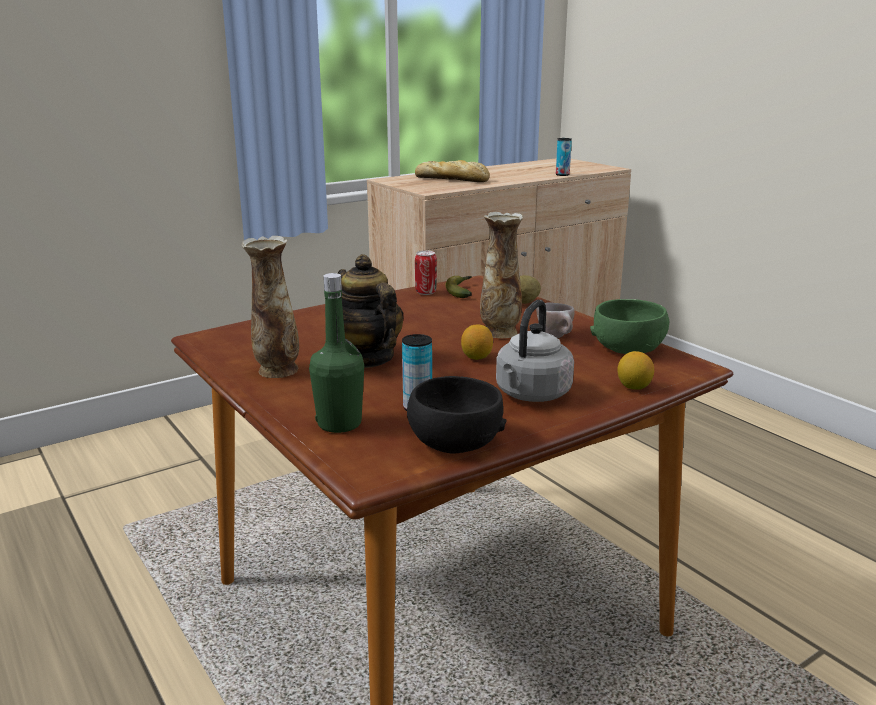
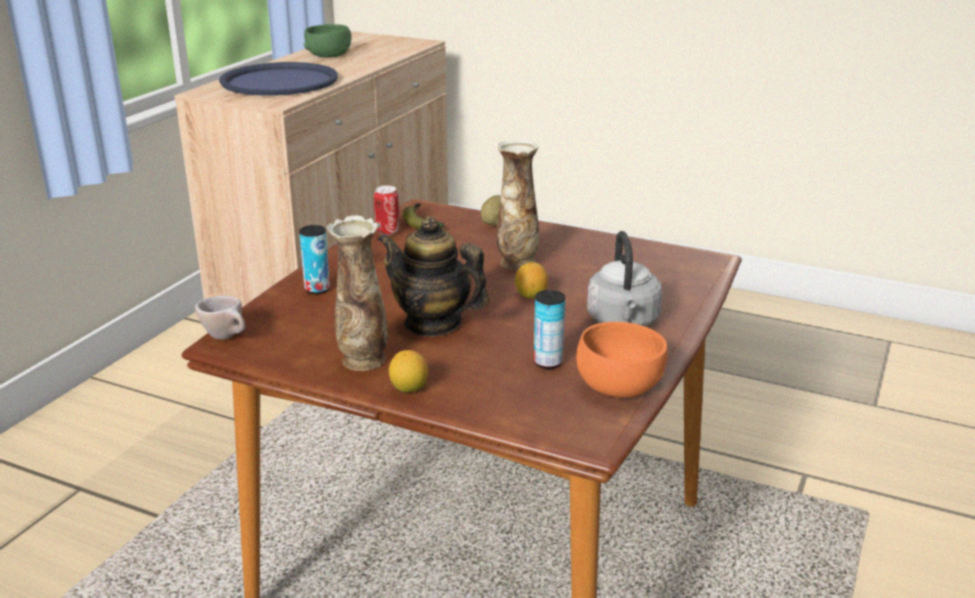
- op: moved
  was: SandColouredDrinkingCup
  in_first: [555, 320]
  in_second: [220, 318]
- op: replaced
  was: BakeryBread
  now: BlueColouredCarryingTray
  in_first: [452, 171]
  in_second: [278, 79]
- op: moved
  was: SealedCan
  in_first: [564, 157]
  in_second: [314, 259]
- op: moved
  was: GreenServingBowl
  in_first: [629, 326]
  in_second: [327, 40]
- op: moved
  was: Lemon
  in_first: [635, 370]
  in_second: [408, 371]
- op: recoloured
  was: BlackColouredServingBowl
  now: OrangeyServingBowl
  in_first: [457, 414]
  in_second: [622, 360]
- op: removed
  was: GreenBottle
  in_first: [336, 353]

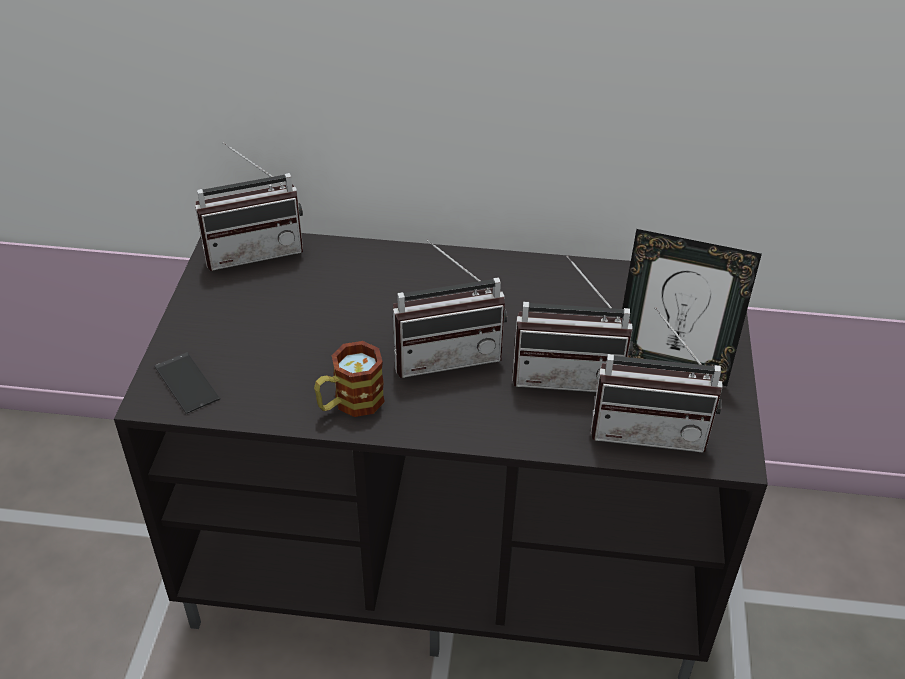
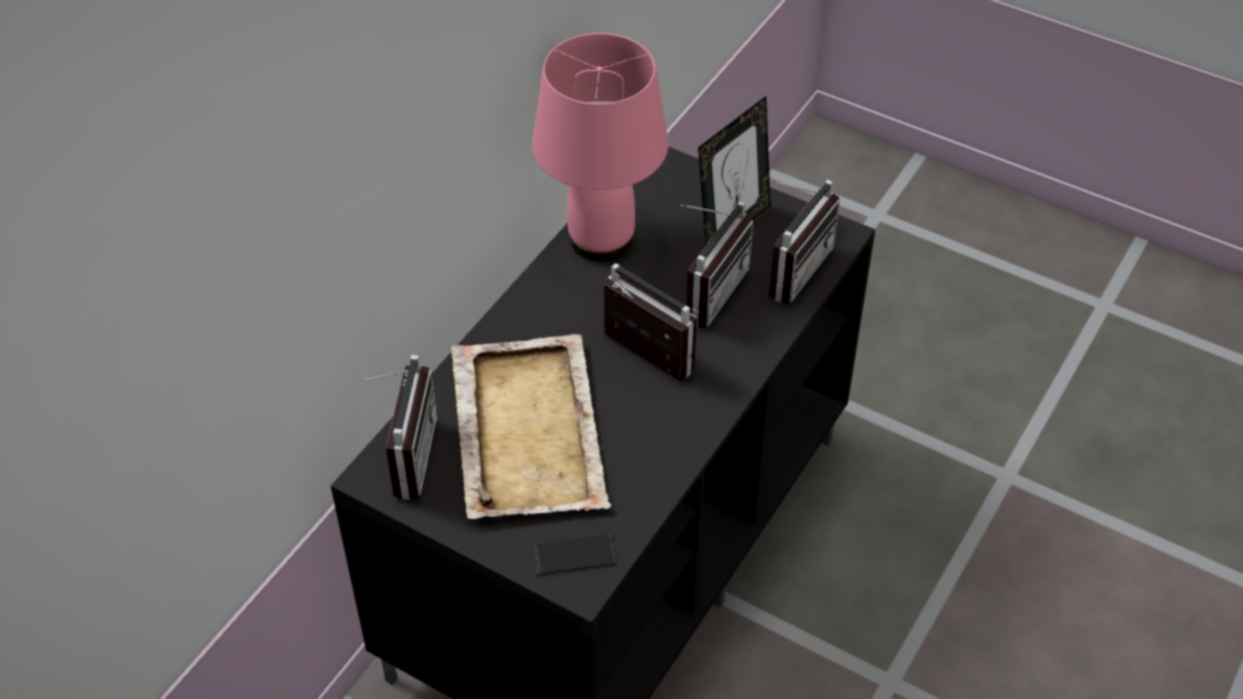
- op: added
  now: SandColouredCarryingTray
  in_second: [531, 426]
- op: added
  now: PinkishLampForATable
  in_second: [600, 147]
- op: turned
  was: Radio
  in_first: [450, 309]
  in_second: [650, 322]
  clockwise: -60
- op: removed
  was: TeaMug
  in_first: [349, 379]

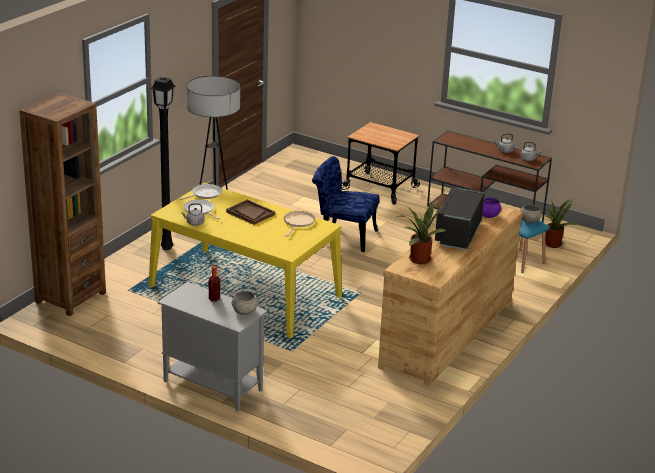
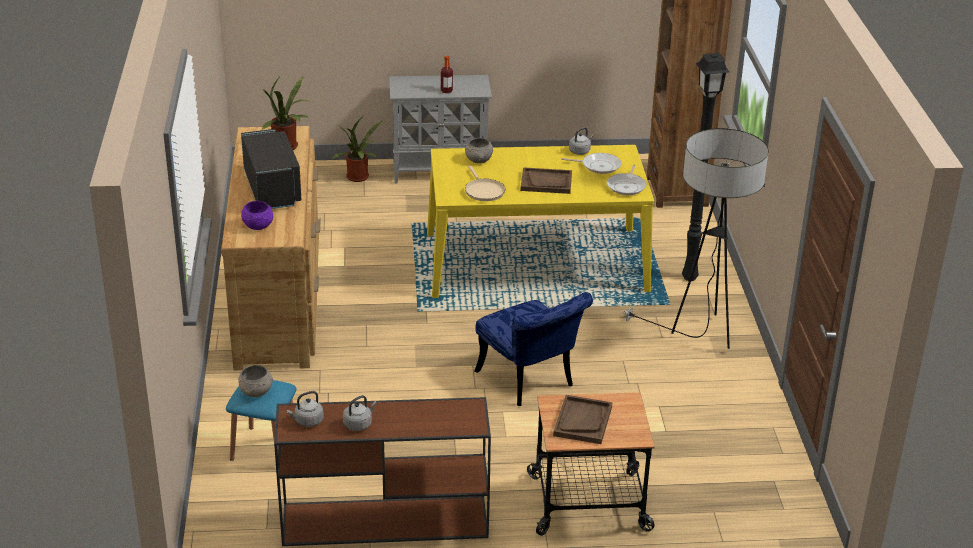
- op: moved
  was: PottedPlant
  in_first: [556, 223]
  in_second: [357, 149]
- op: moved
  was: GreyServingBowl
  in_first: [244, 303]
  in_second: [479, 150]
- op: turned
  was: BlueColouredChair
  in_first: [345, 204]
  in_second: [533, 349]
  clockwise: 75
- op: added
  now: BrownColouredCarryingTray
  in_second: [582, 419]

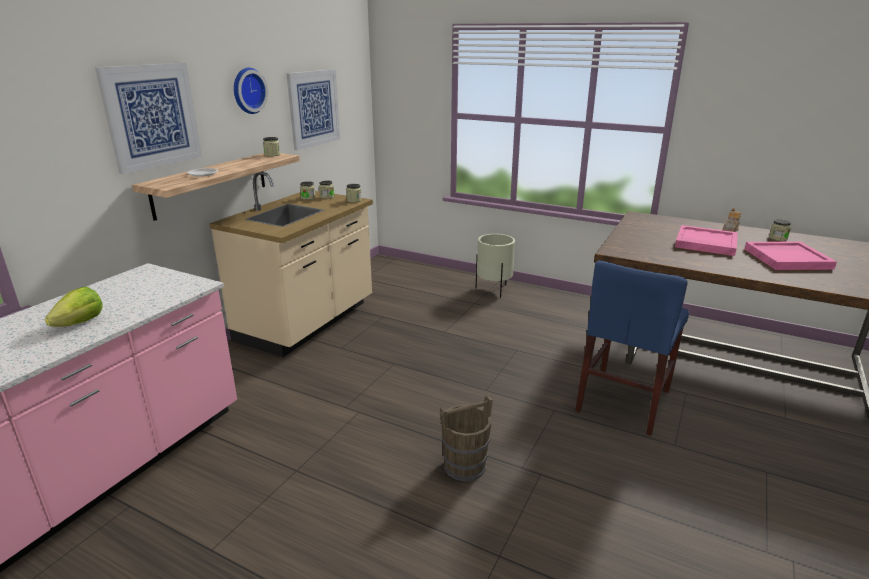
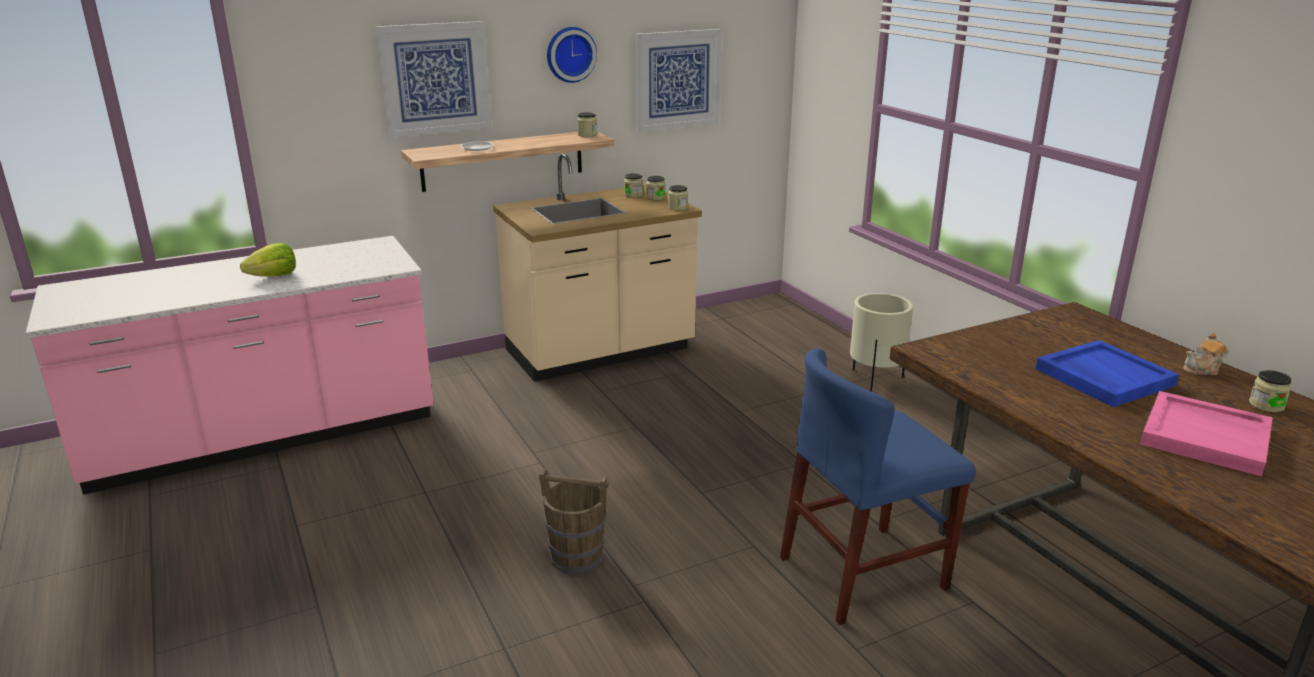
- op: recoloured
  was: PinkishCarryingTray
  now: BlueColouredCarryingTray
  in_first: [706, 240]
  in_second: [1107, 373]

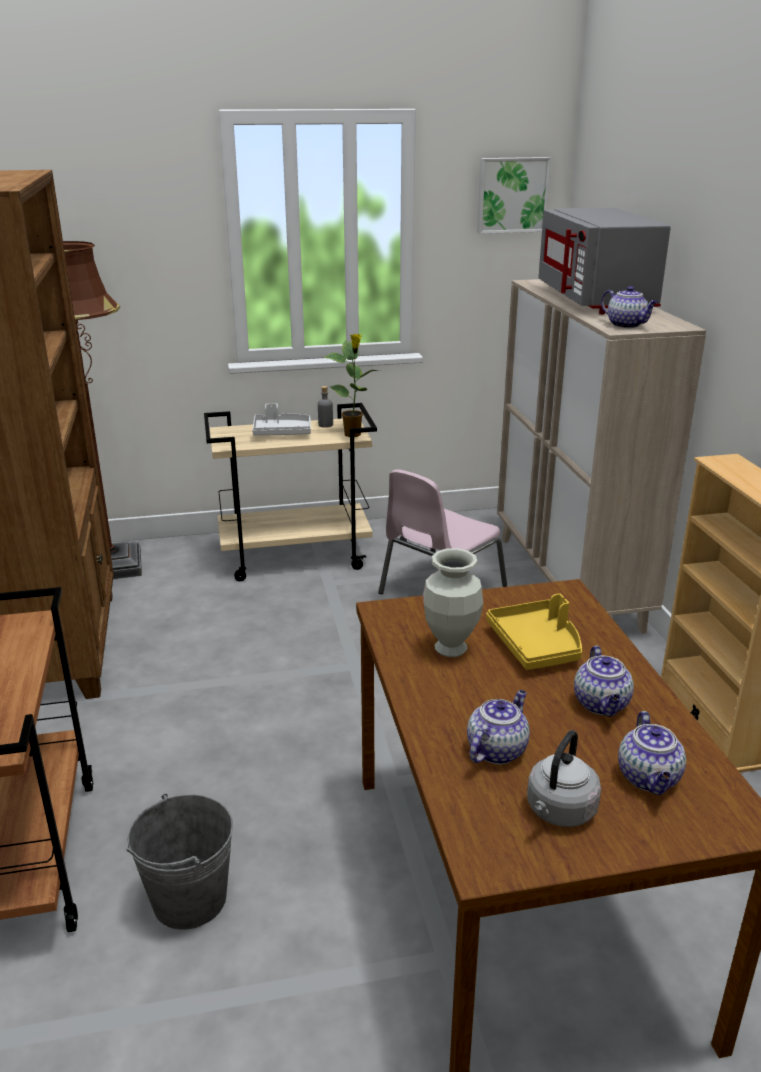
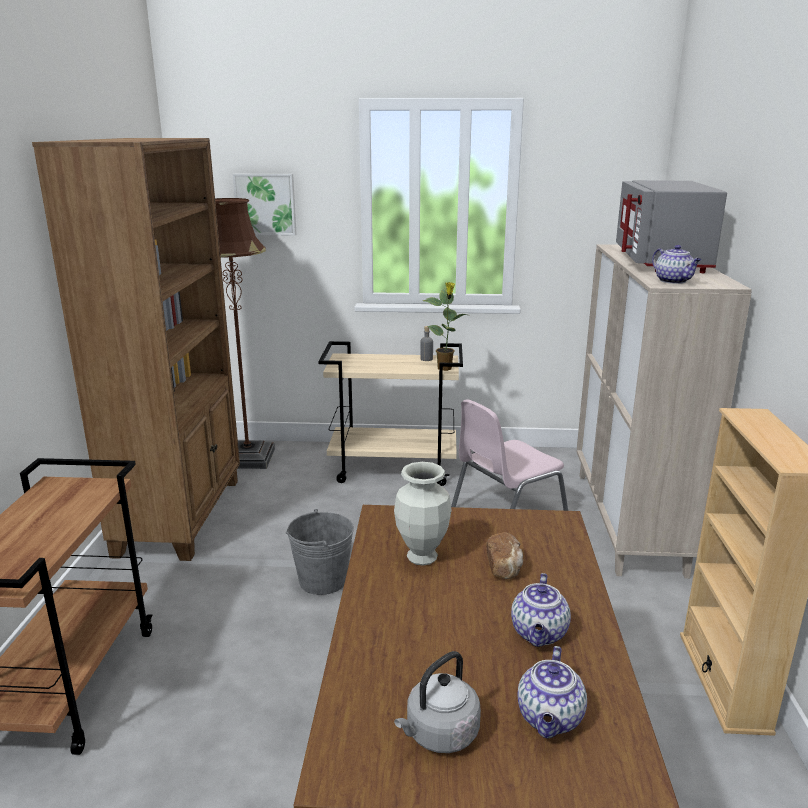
- op: moved
  was: WallPicture
  in_first: [514, 195]
  in_second: [264, 204]
- op: moved
  was: GreyBucket
  in_first: [180, 862]
  in_second: [320, 552]
- op: replaced
  was: YellowCarryingTray
  now: BakeryBread
  in_first: [534, 631]
  in_second: [504, 555]
- op: removed
  was: GreyCarryingTray
  in_first: [281, 420]
- op: removed
  was: Teapot
  in_first: [498, 727]

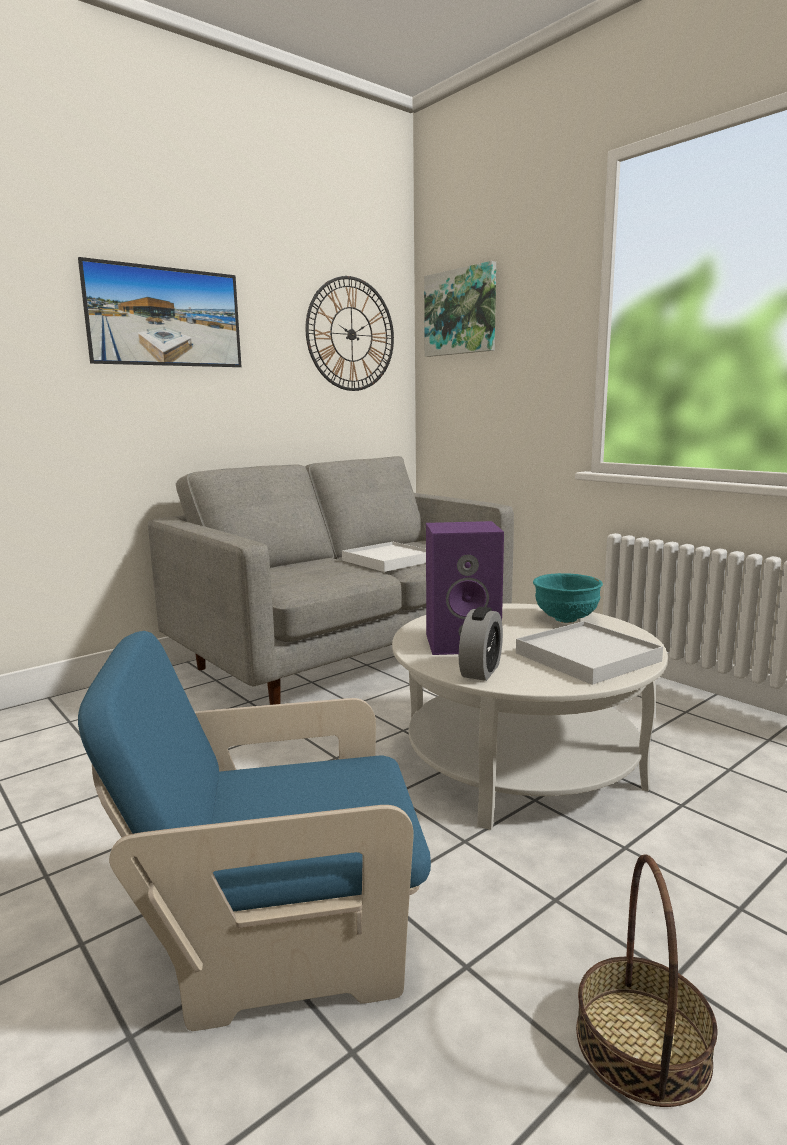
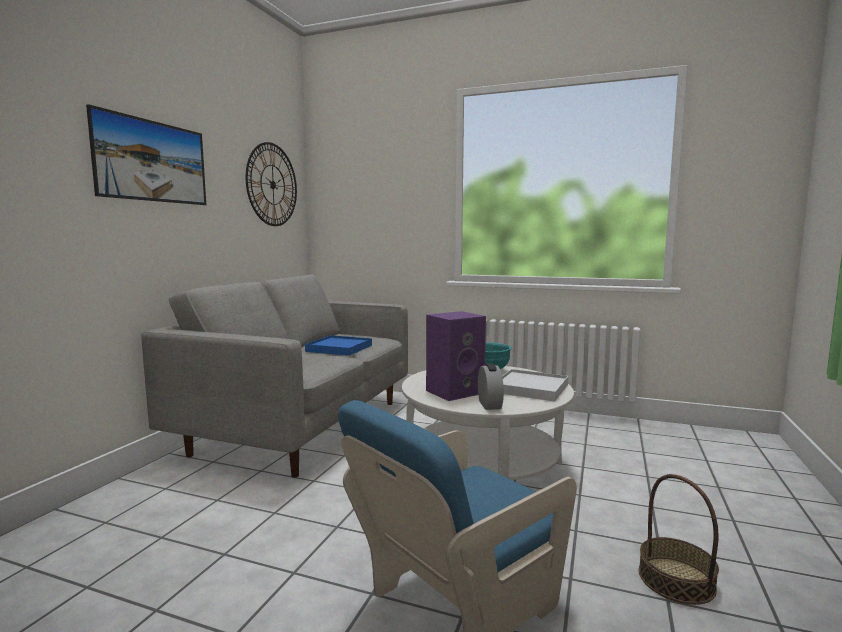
- op: recoloured
  was: WhiteColouredCarryingTray
  now: BlueColouredCarryingTray
  in_first: [384, 557]
  in_second: [338, 345]
- op: removed
  was: WallPicture
  in_first: [460, 309]

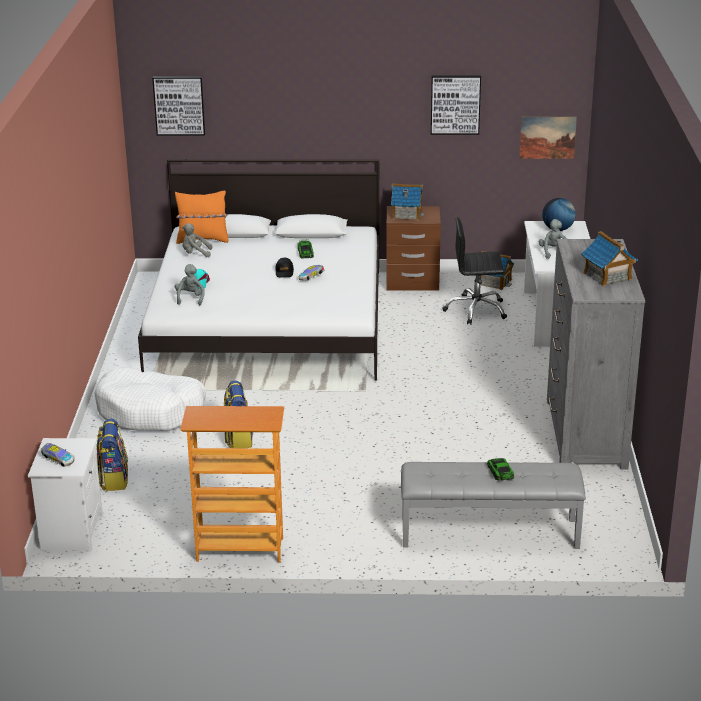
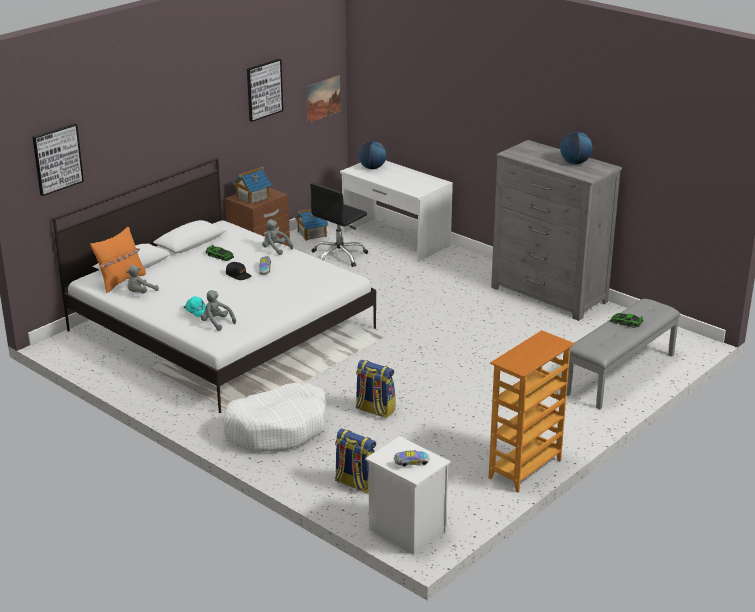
- op: moved
  was: GreyPlushToy
  in_first: [553, 239]
  in_second: [277, 237]
- op: replaced
  was: ModelHouse
  now: WorldGlobe
  in_first: [610, 258]
  in_second: [576, 148]

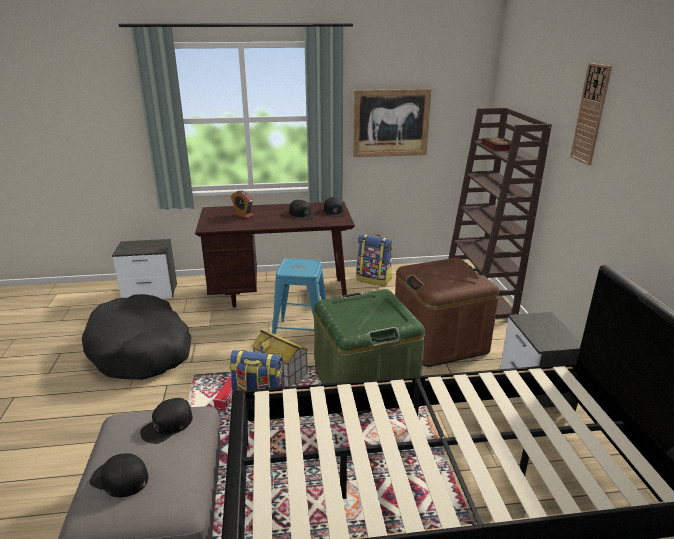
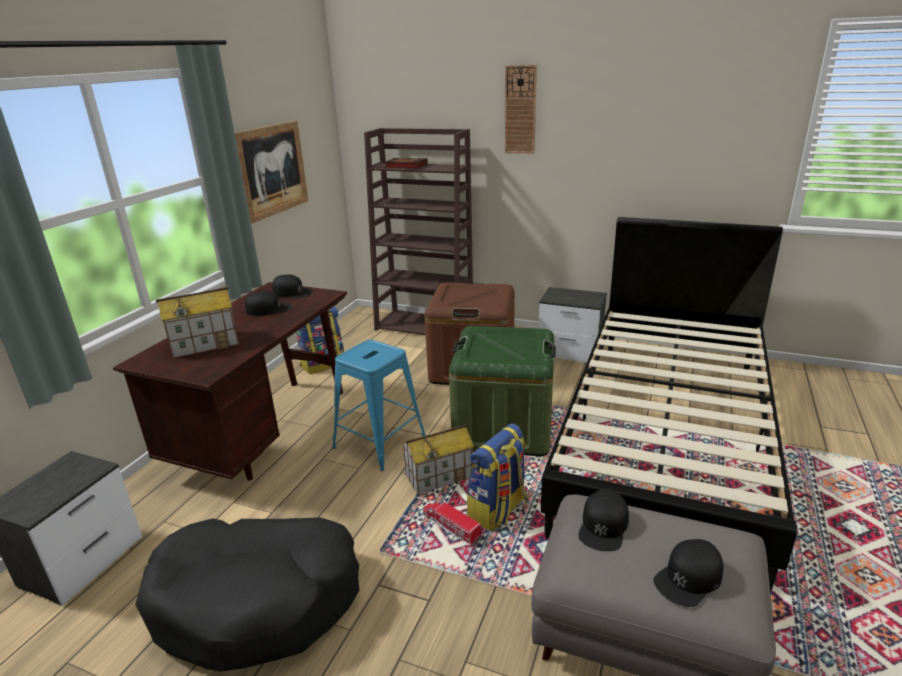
- op: replaced
  was: AlarmClock
  now: ModelHouse
  in_first: [242, 205]
  in_second: [197, 322]
- op: turned
  was: BlackColouredBaseballCap
  in_first: [166, 421]
  in_second: [603, 520]
  clockwise: 45

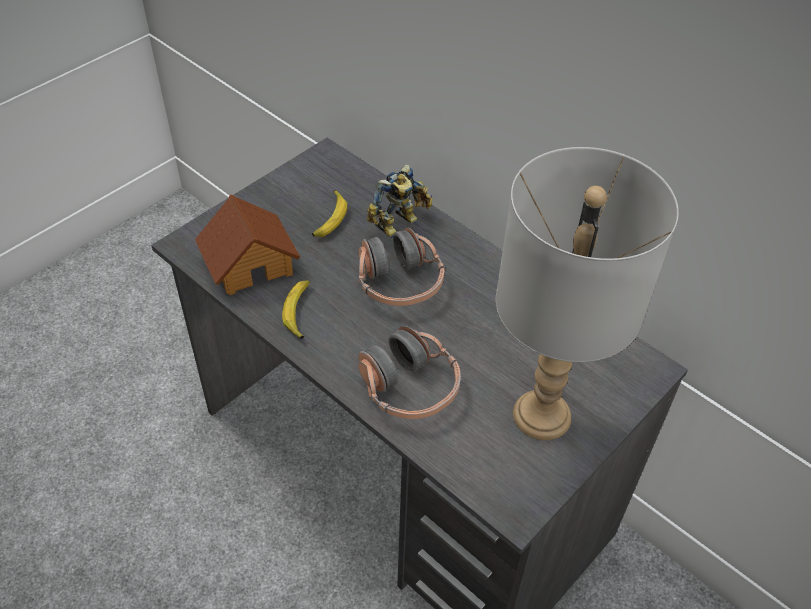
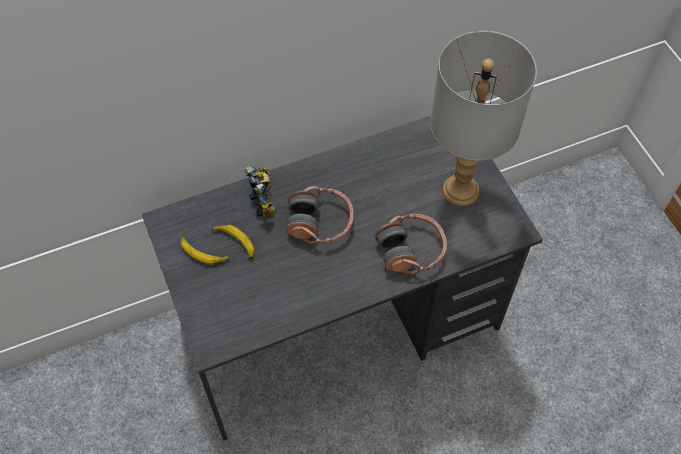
- op: moved
  was: Banana
  in_first: [296, 309]
  in_second: [205, 251]
- op: removed
  was: ModelHouse
  in_first: [247, 244]

